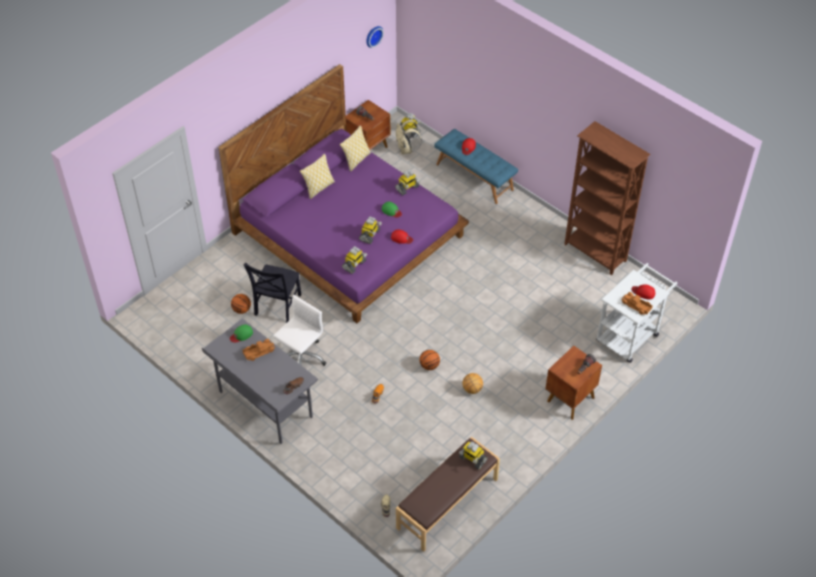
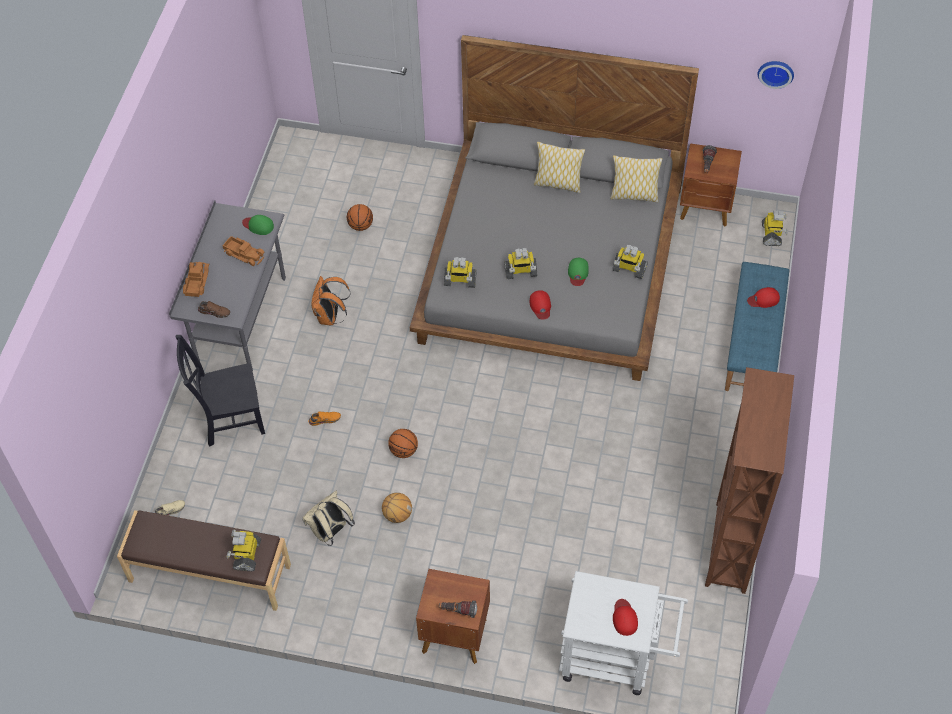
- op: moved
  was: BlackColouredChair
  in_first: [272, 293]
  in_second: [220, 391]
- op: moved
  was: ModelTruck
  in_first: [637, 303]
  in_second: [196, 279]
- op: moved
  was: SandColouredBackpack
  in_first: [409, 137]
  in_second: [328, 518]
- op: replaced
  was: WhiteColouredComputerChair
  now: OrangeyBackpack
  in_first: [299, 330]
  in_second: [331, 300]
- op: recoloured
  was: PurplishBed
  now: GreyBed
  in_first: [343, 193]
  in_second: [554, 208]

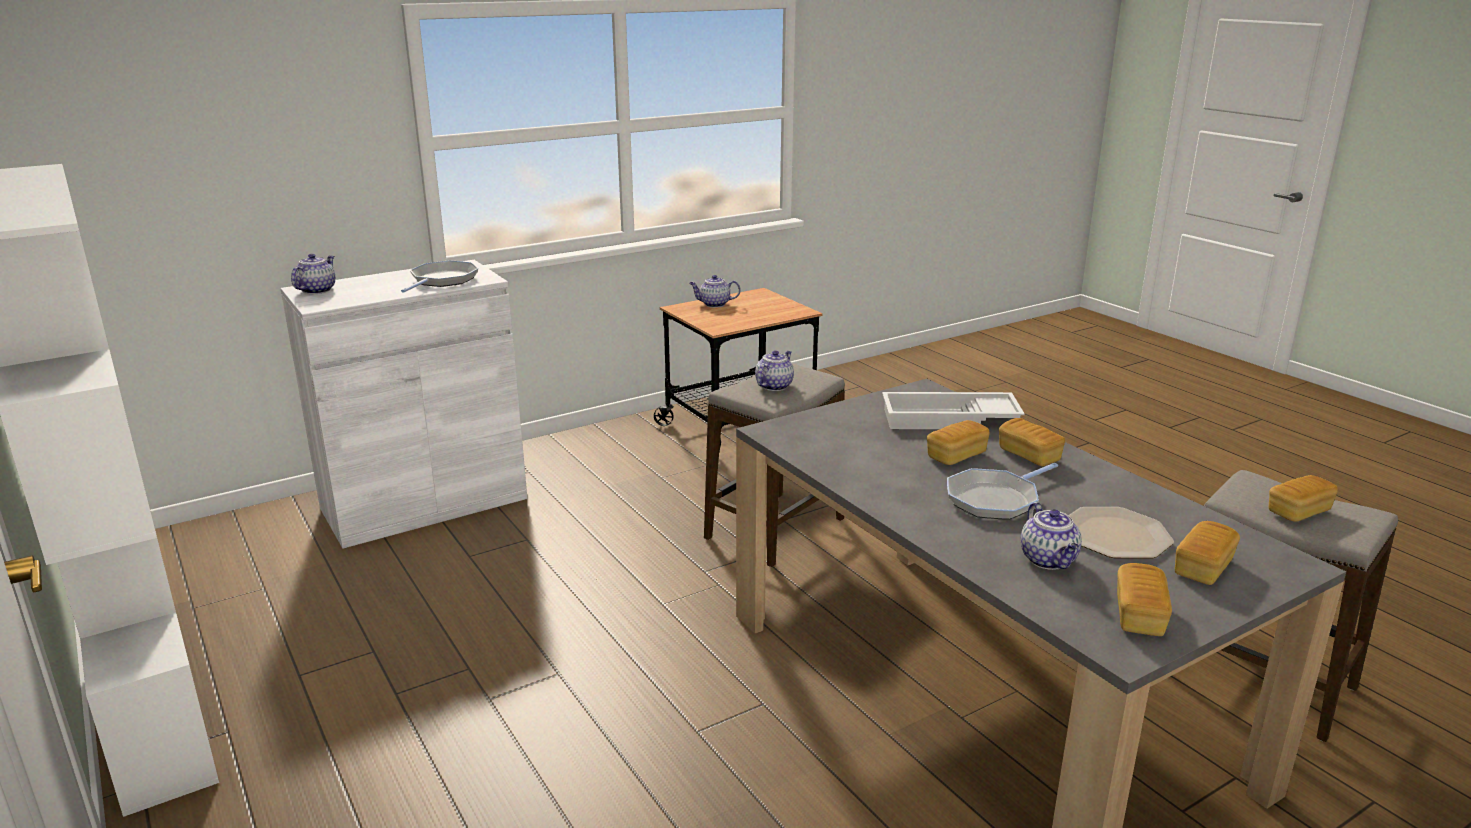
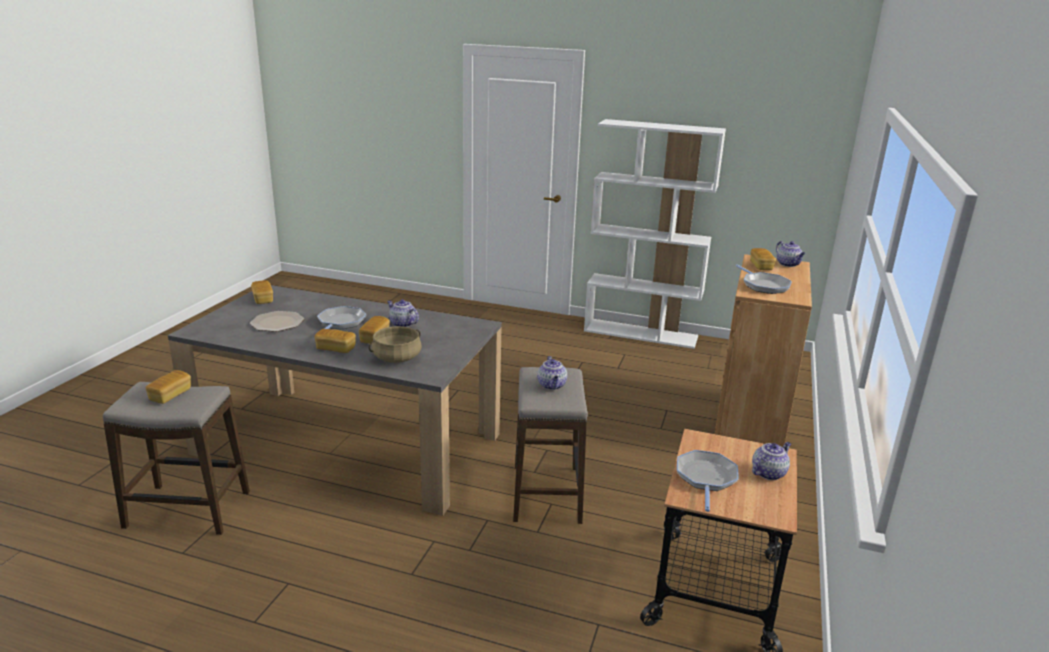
- op: replaced
  was: WhiteColouredCarryingTray
  now: SandColouredStockpot
  in_first: [953, 410]
  in_second: [395, 344]
- op: moved
  was: Teapot
  in_first: [1051, 536]
  in_second: [403, 313]
- op: added
  now: Skillet
  in_second: [708, 481]
- op: recoloured
  was: WhiteColouredCabinet
  now: BrownColouredCabinet
  in_first: [404, 404]
  in_second: [763, 350]
- op: moved
  was: BakeryBread
  in_first: [1207, 553]
  in_second: [763, 259]

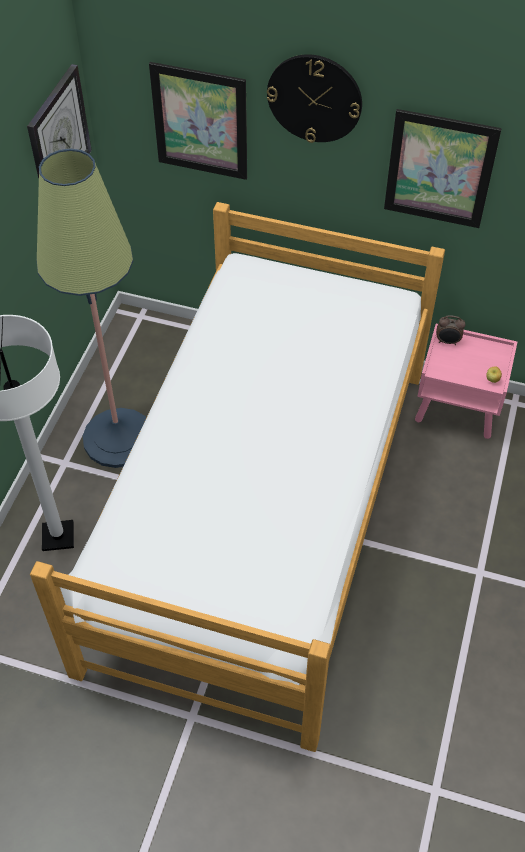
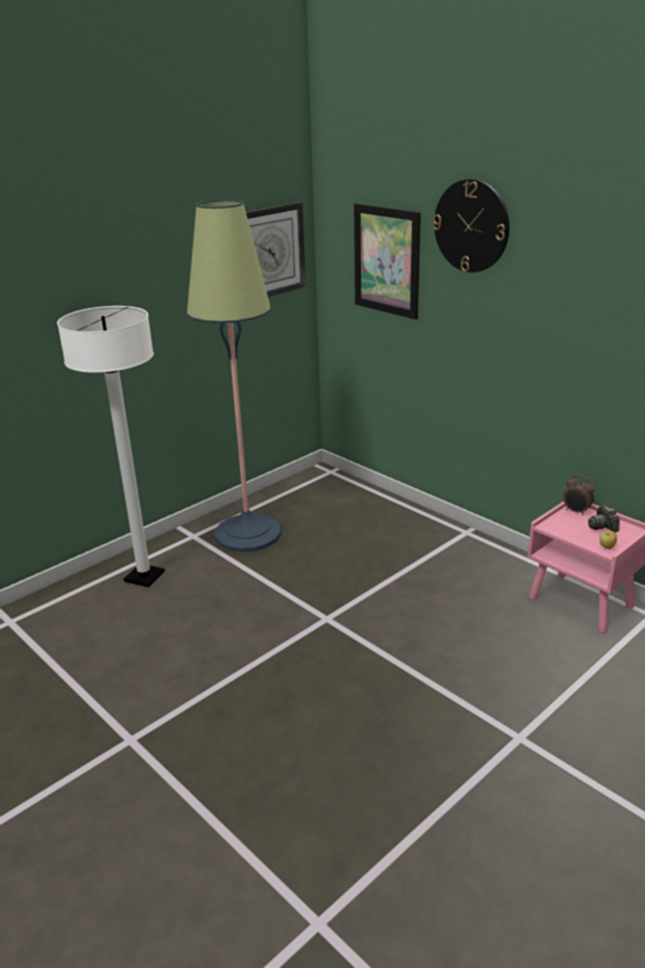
- op: added
  now: StillCamera
  in_second: [604, 519]
- op: removed
  was: Bed
  in_first: [237, 477]
- op: removed
  was: WallPicture
  in_first: [443, 168]

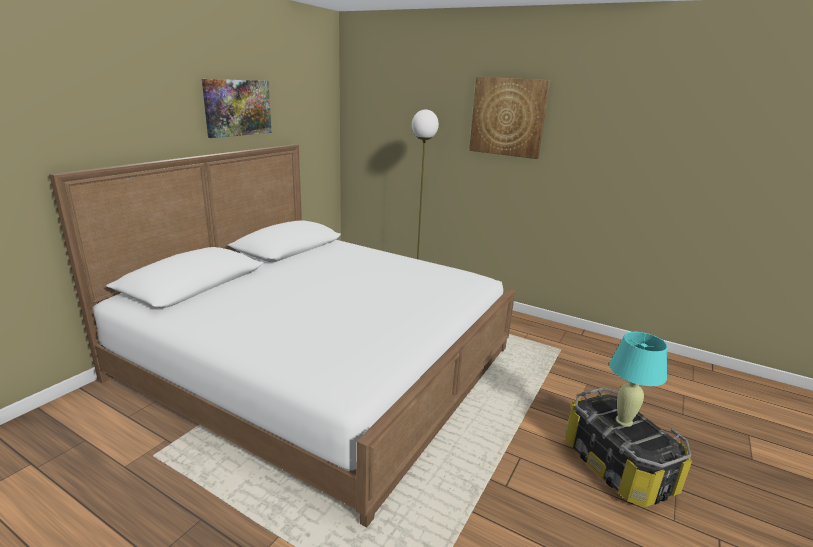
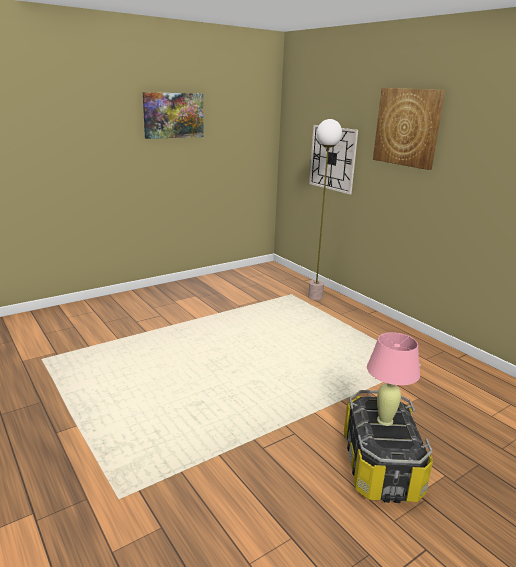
- op: added
  now: WallClock
  in_second: [333, 159]
- op: recoloured
  was: TurquoiseColouredLampForATable
  now: PinkishLampForATable
  in_first: [638, 379]
  in_second: [393, 379]
- op: removed
  was: WhiteColouredBed
  in_first: [282, 336]

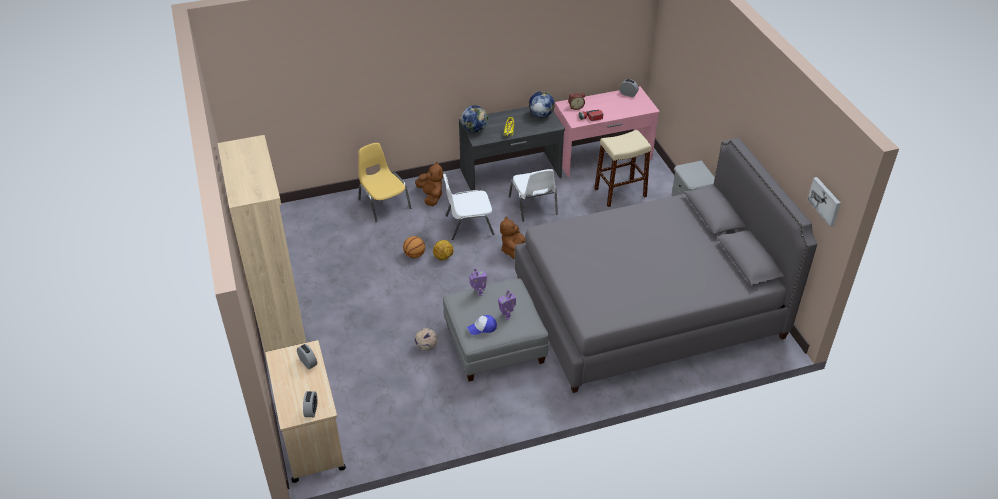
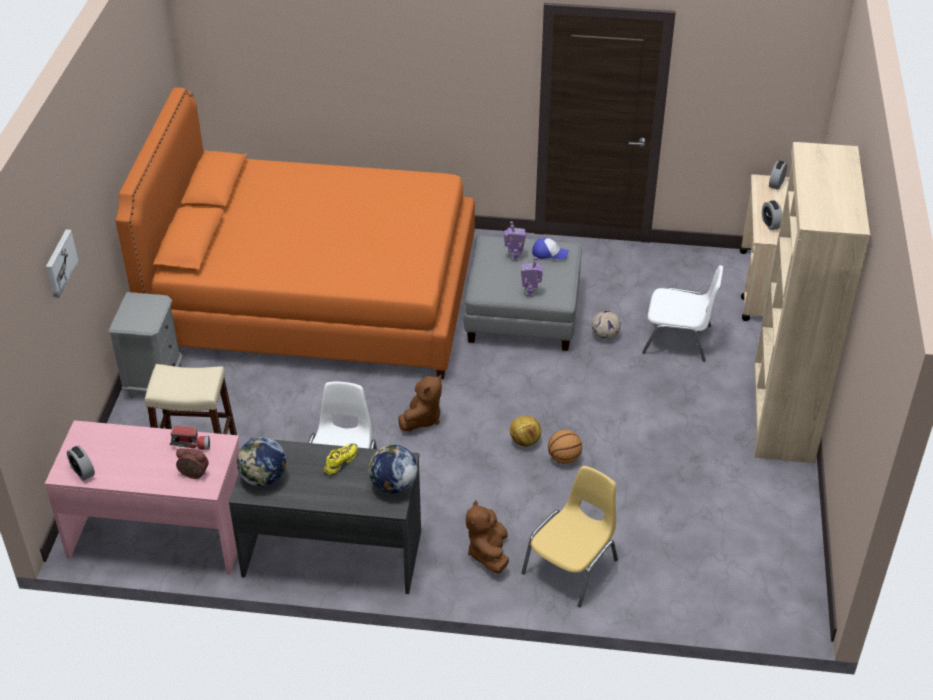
- op: moved
  was: WallPicture
  in_first: [824, 201]
  in_second: [62, 264]
- op: recoloured
  was: GreyBed
  now: OrangeyBed
  in_first: [666, 265]
  in_second: [295, 233]
- op: turned
  was: YellowChair
  in_first: [384, 182]
  in_second: [570, 536]
  clockwise: -135
- op: moved
  was: WhiteColouredChair
  in_first: [469, 207]
  in_second: [682, 313]

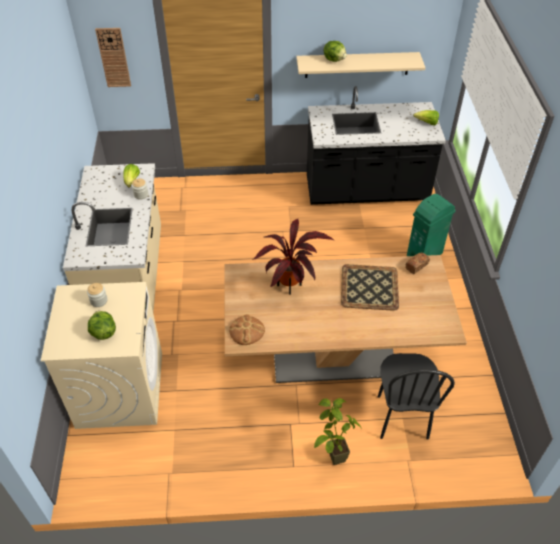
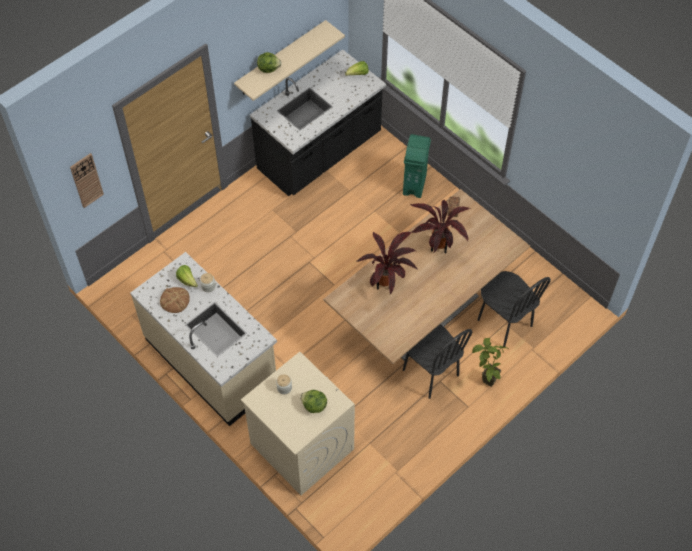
- op: moved
  was: BakeryBread
  in_first: [247, 329]
  in_second: [175, 300]
- op: added
  now: BlackColouredChair
  in_second: [437, 361]
- op: replaced
  was: CarryingTray
  now: PottedPlant
  in_first: [370, 287]
  in_second: [440, 227]

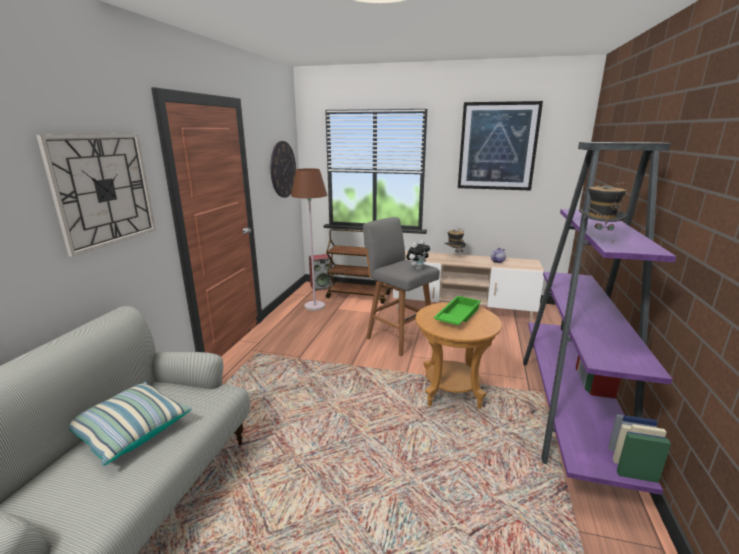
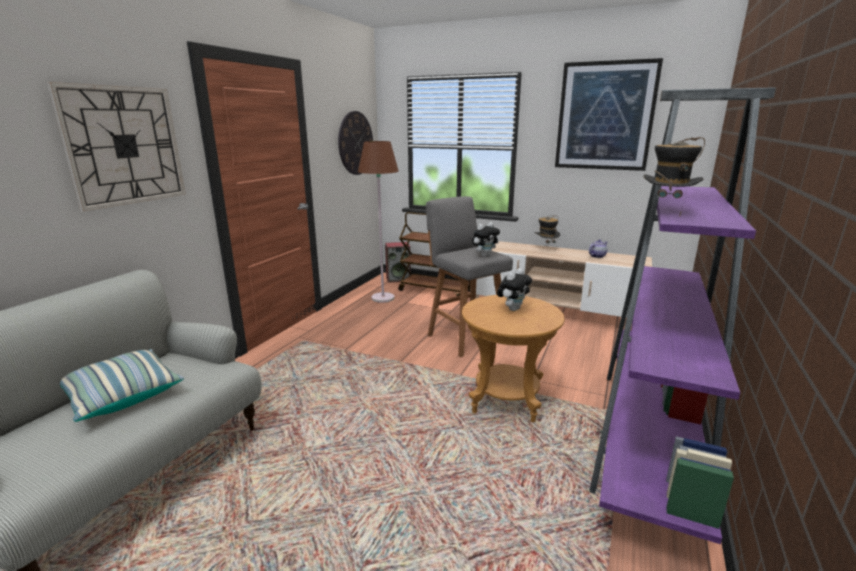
- op: replaced
  was: GreenCarryingTray
  now: PlushToy
  in_first: [457, 310]
  in_second: [514, 289]

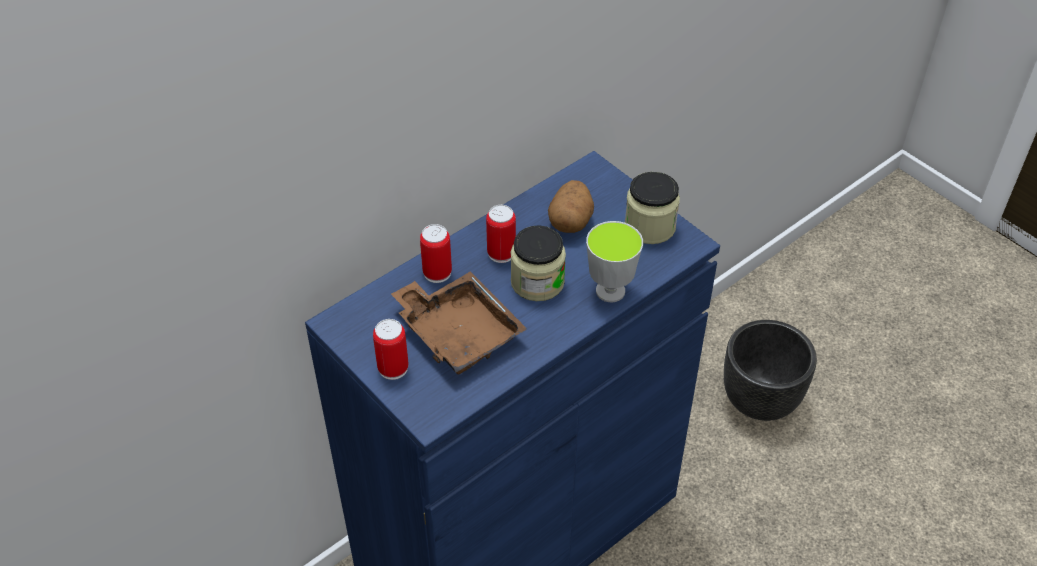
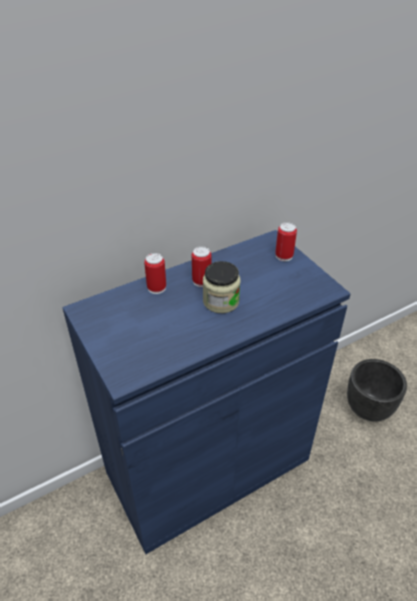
- op: moved
  was: SealedCan
  in_first: [391, 349]
  in_second: [286, 241]
- op: removed
  was: BrownColouredCarryingTray
  in_first: [459, 323]
- op: removed
  was: Spud
  in_first: [571, 206]
- op: removed
  was: DrinkingCup
  in_first: [614, 261]
- op: removed
  was: Jar
  in_first: [652, 208]

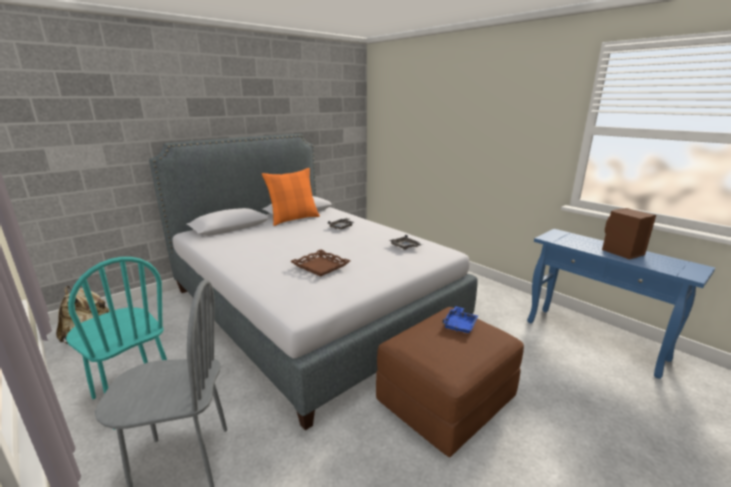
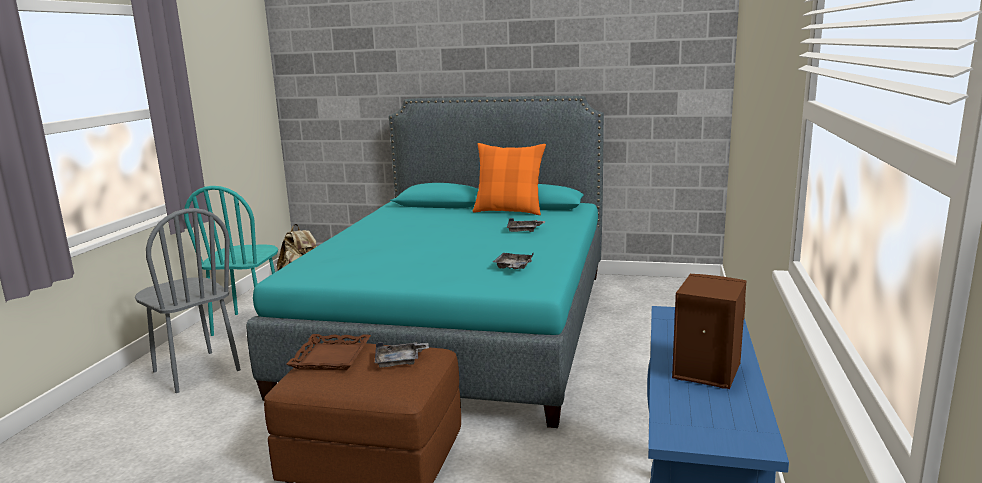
- op: recoloured
  was: GreyBed
  now: TurquoiseColouredBed
  in_first: [313, 282]
  in_second: [425, 262]
- op: moved
  was: BrownColouredCarryingTray
  in_first: [320, 263]
  in_second: [328, 352]
- op: recoloured
  was: BlueColouredCarryingTray
  now: GreyCarryingTray
  in_first: [460, 319]
  in_second: [402, 354]

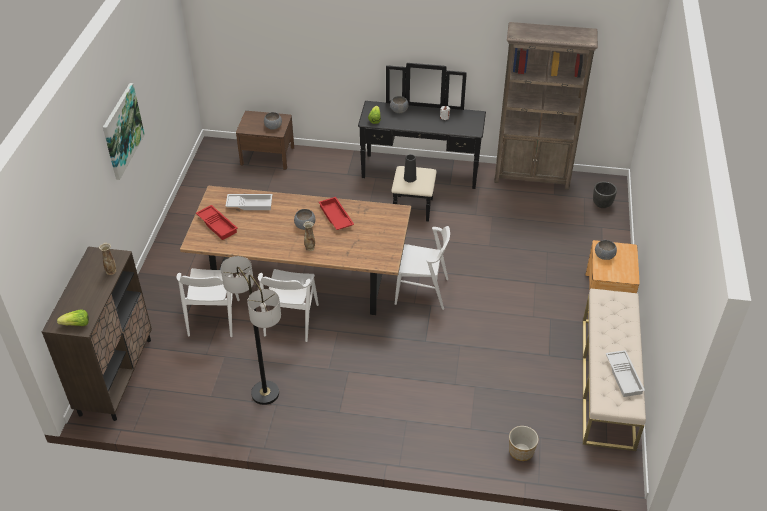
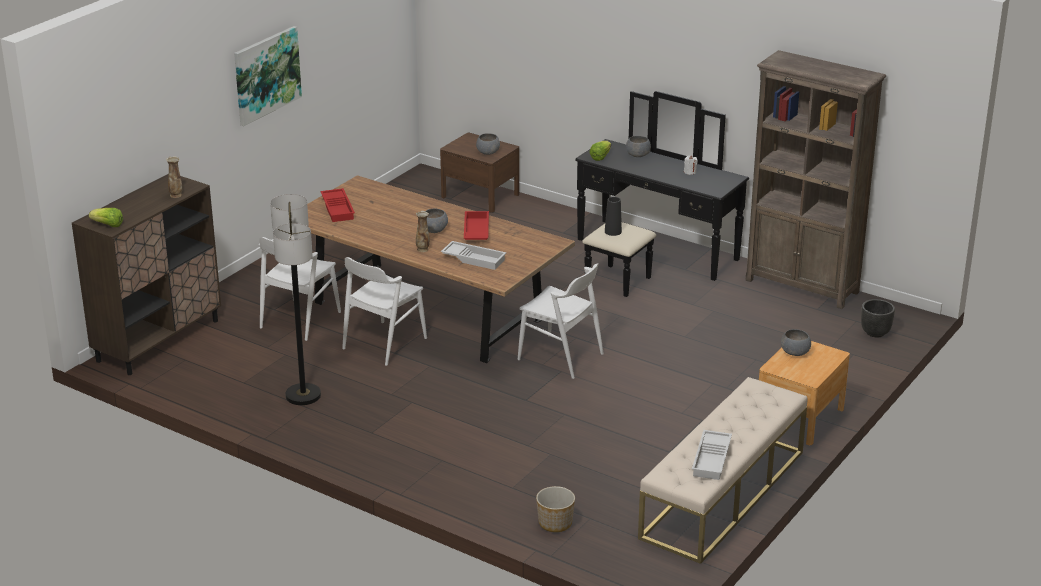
- op: moved
  was: WhiteColouredCarryingTray
  in_first: [248, 202]
  in_second: [473, 255]

